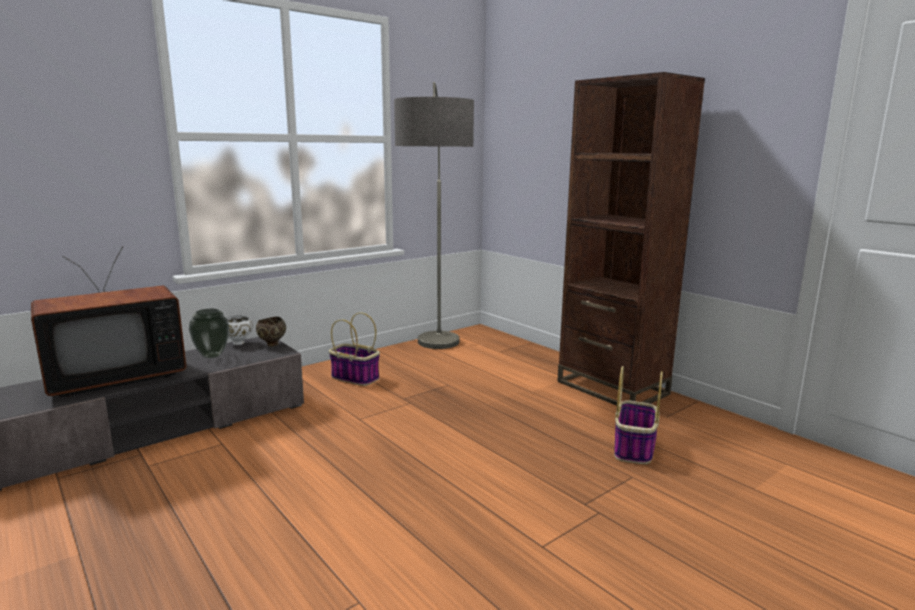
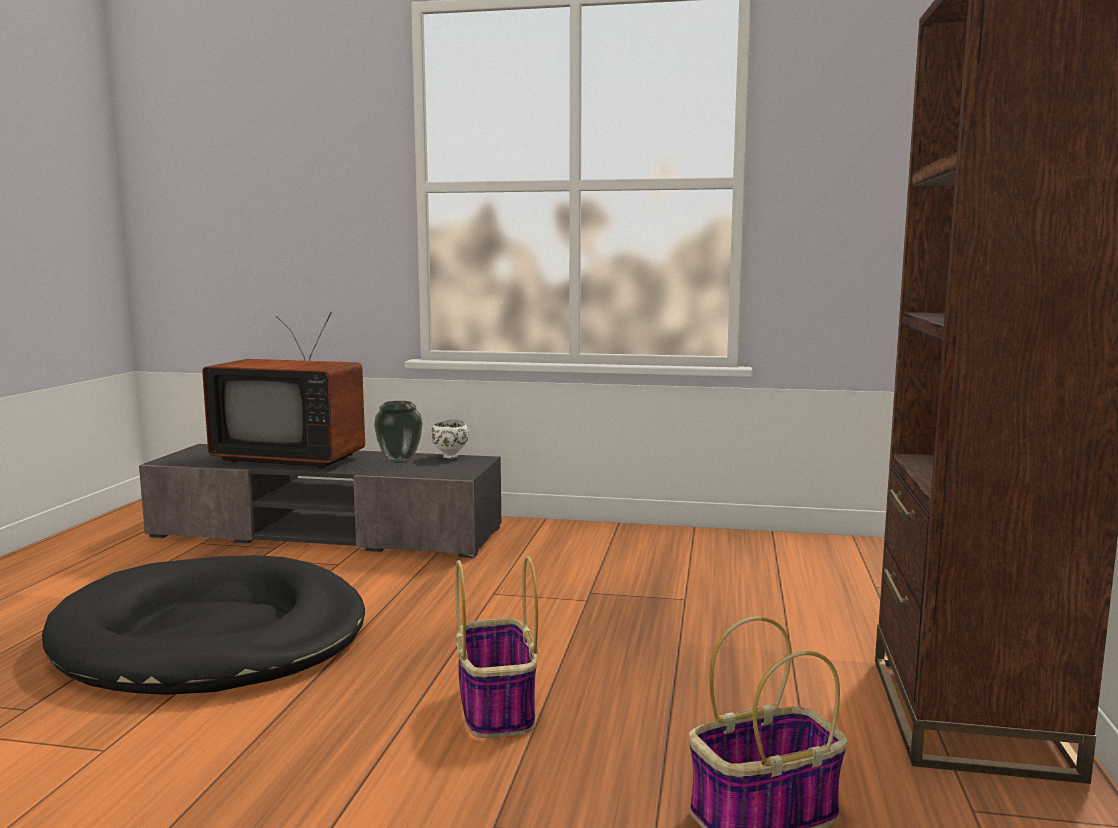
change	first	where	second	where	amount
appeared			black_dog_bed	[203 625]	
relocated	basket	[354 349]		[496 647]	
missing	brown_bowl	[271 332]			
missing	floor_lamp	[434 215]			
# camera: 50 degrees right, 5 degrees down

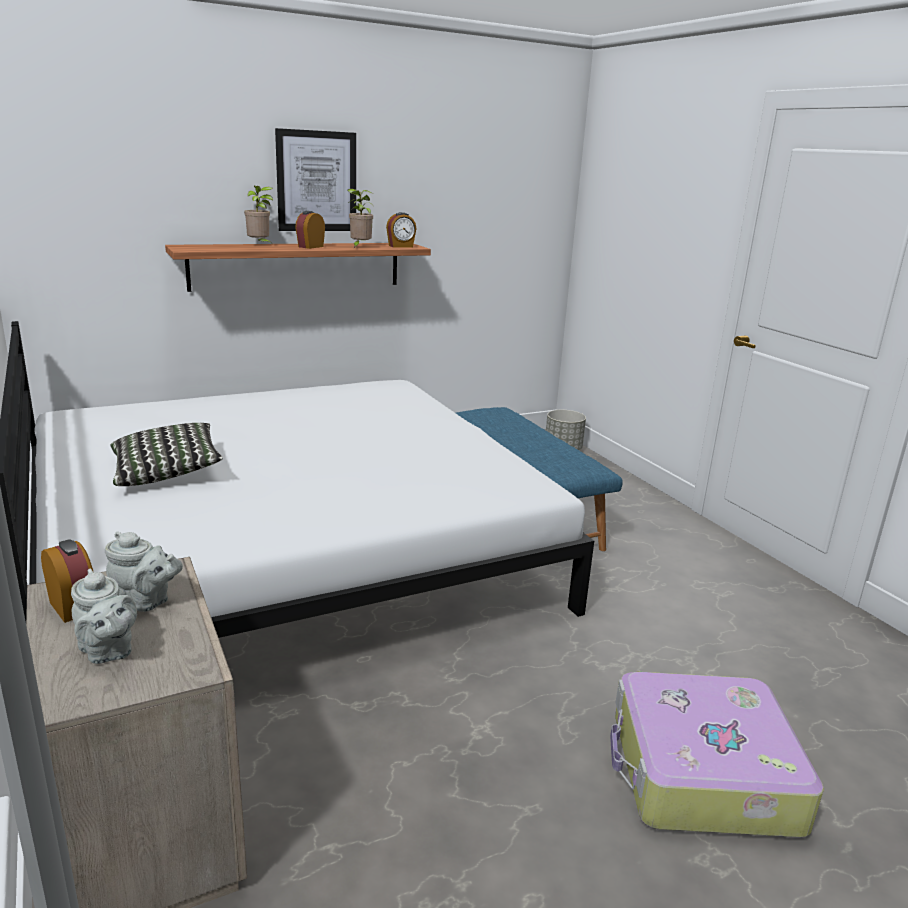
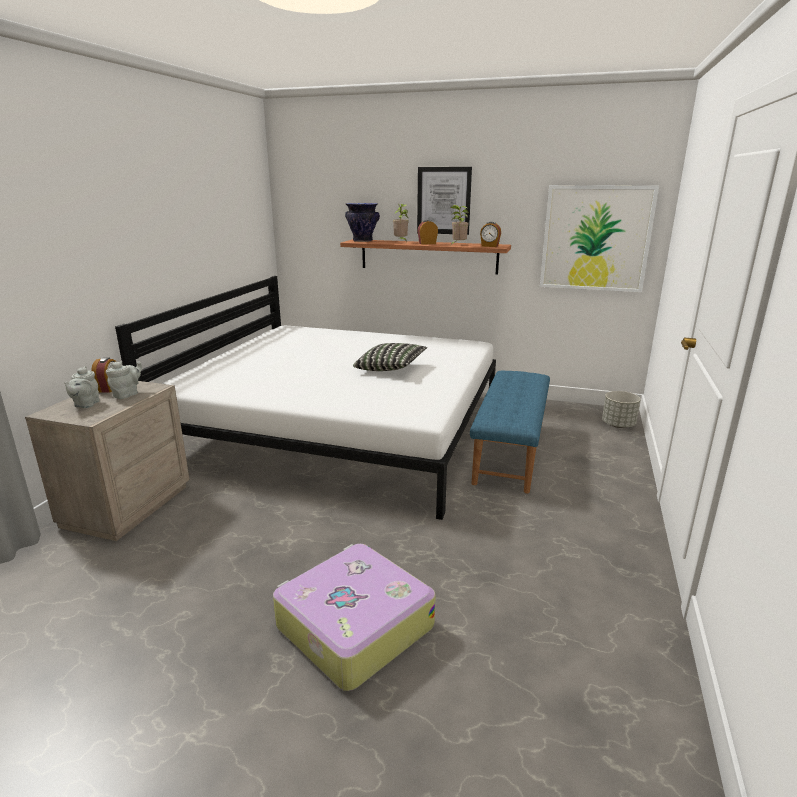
change	first	where	second	where	amount
spun	grey_teapot	[144 572]		[124 380]	120 degrees counterclockwise
appeared			vase	[362 222]	
relocated	pillow	[166 454]		[390 357]	
appeared			picture	[599 238]	
# camera: 45 degrees right, 0 degrees up

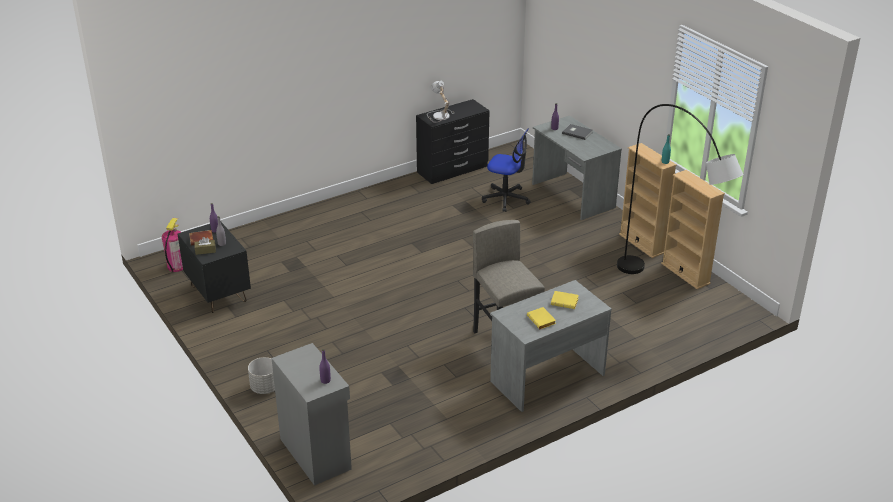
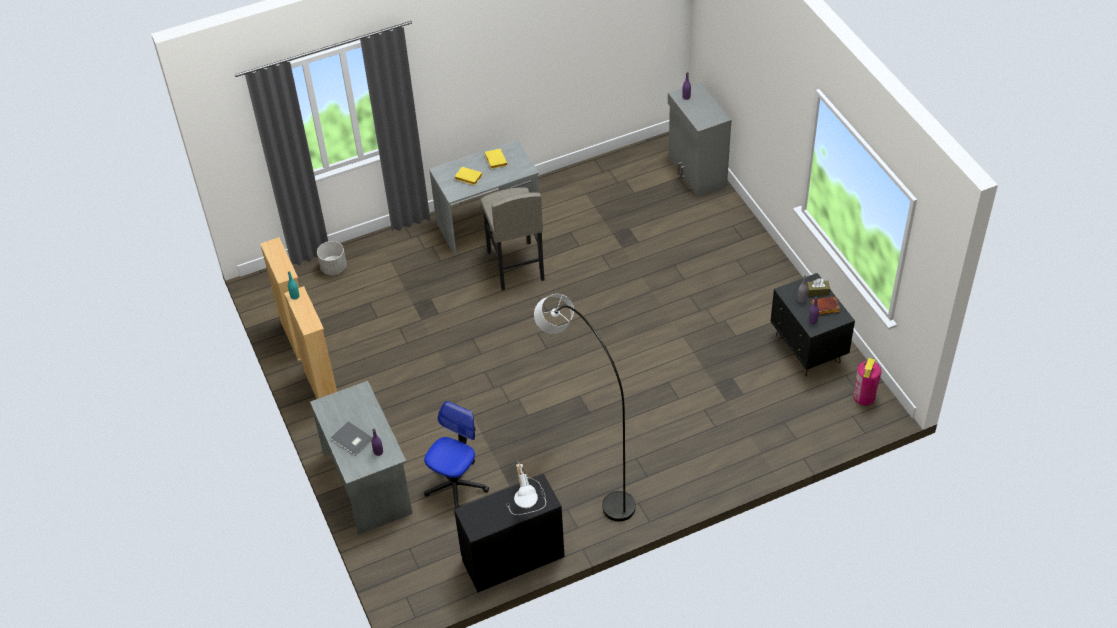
change	first	where	second	where	amount
relocated	grey_planter	[261 375]		[332 258]	
spun	office_chair	[506 169]		[456 455]	90 degrees clockwise
relocated	grey_floor_lamp	[680 189]		[585 407]	
# camera: 170 degrees left, 15 degrees up

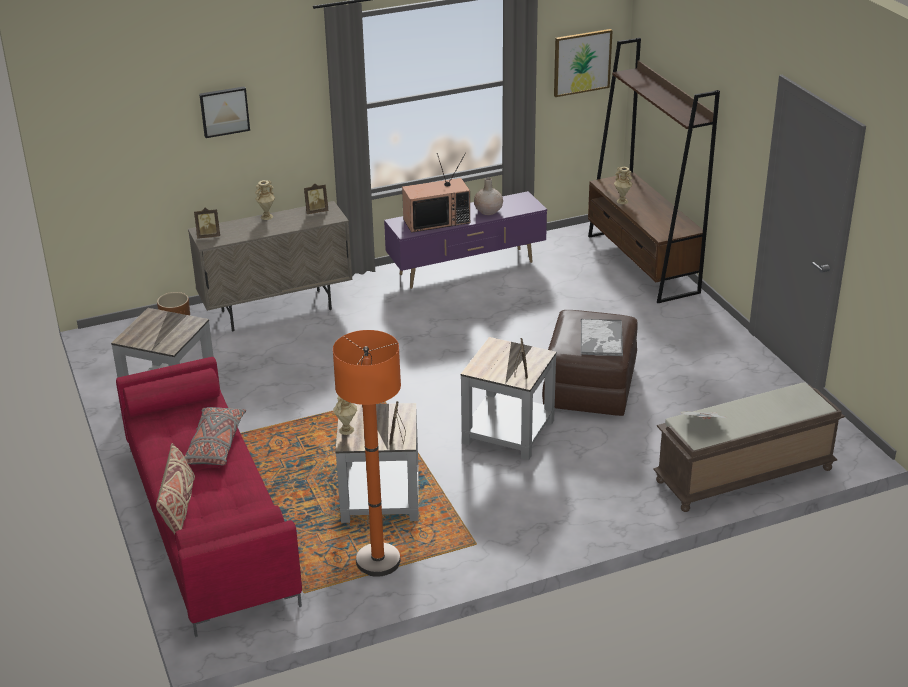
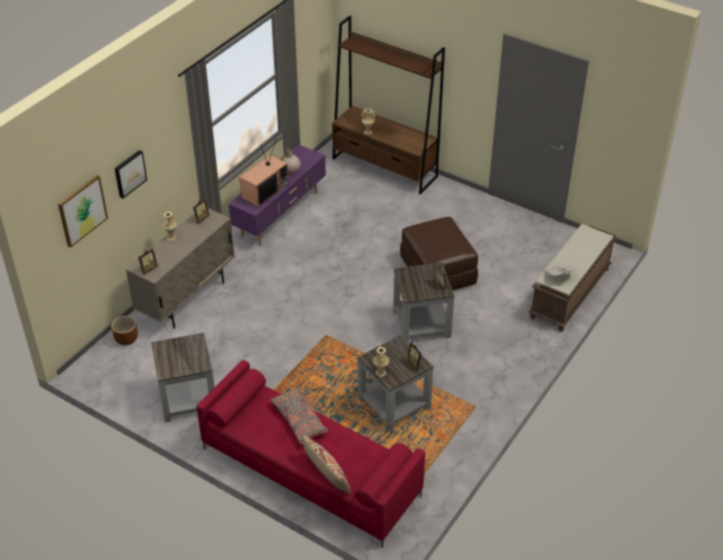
change	first	where	second	where	amount
relocated	picture	[583 63]		[83 211]	
missing	orange_floor_lamp	[367 453]			
missing	tray	[602 337]			
# camera: 35 degrees left, 10 degrees up

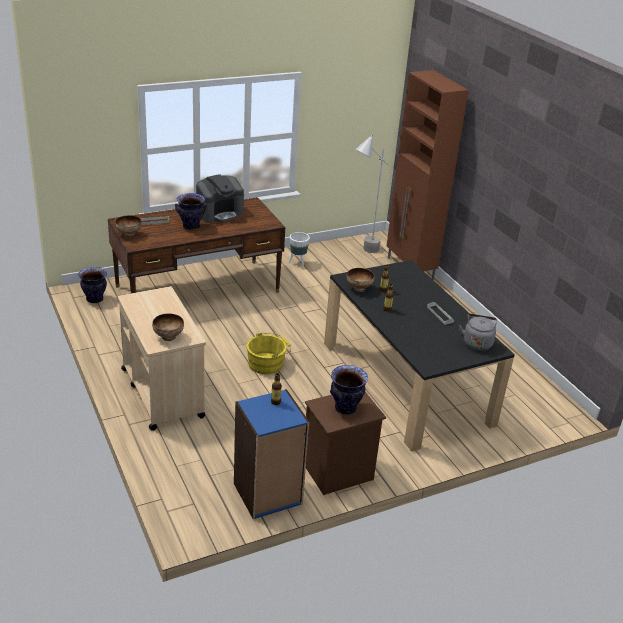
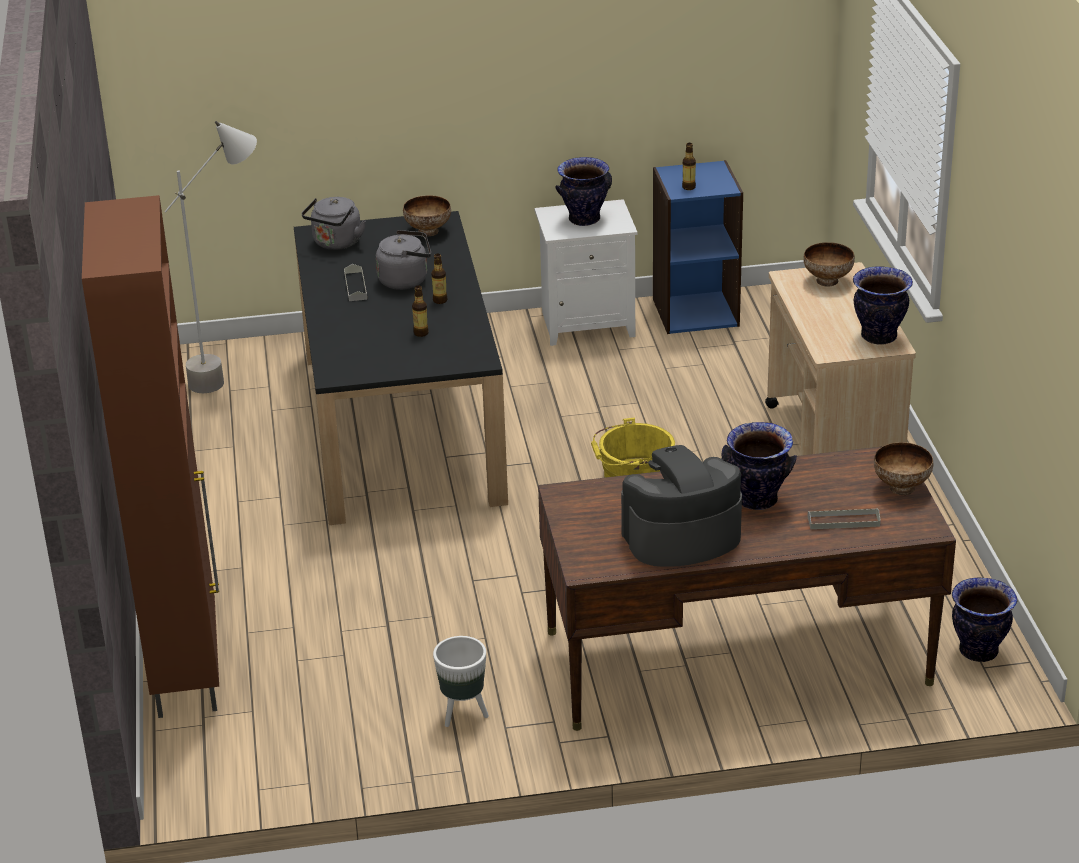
change	first	where	second	where	amount
relocated	grey_floor_lamp	[372 194]		[211 257]	
appeared			grey_kettle	[403 260]	
relocated	bowl	[360 280]		[427 215]	
colour	brown_nightstand	[345 443]	white_nightstand	[586 272]	
appeared			vase	[883 305]	
# camera: 160 degrees left, 0 degrees up

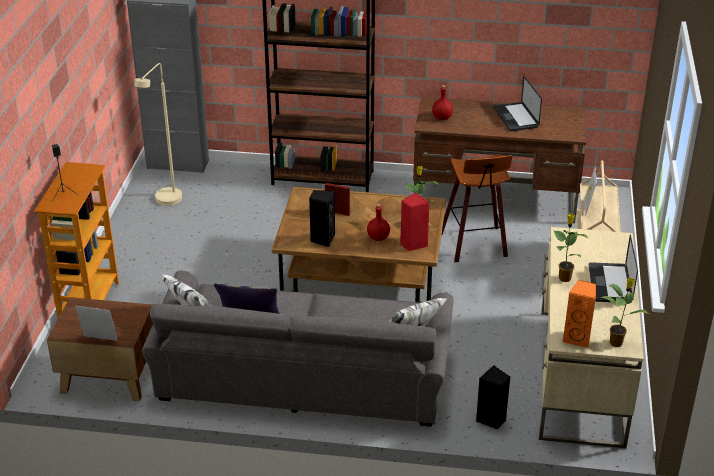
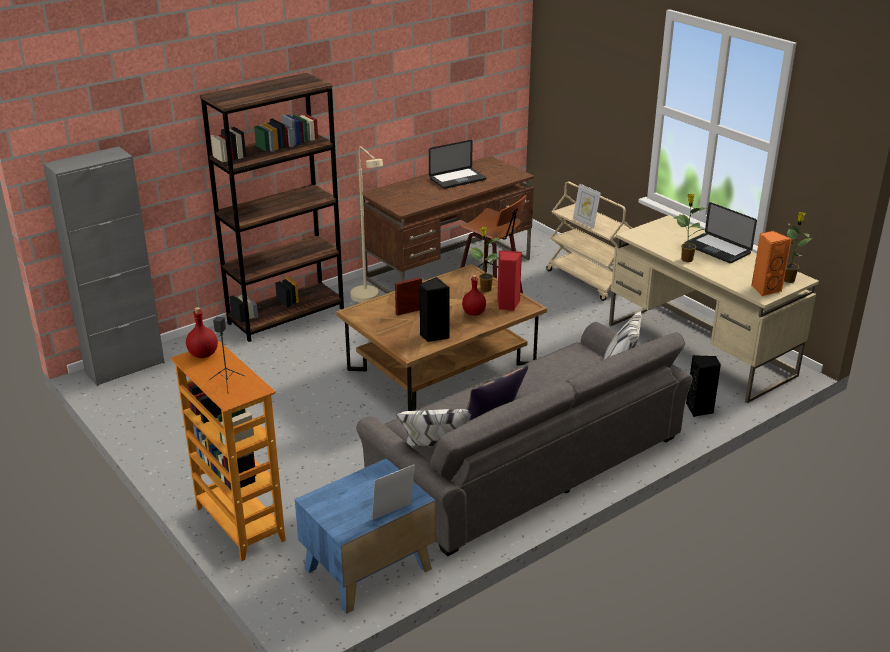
change	first	where	second	where	amount
relocated	red_bottle	[442 102]		[202 332]	
colour	brown_side_table	[100 349]	blue_side_table	[365 536]	
relocated	beige_floor_lamp	[158 134]		[367 224]	
spun	laptop	[517 103]		[458 164]	60 degrees counterclockwise
# camera: 45 degrees left, 5 degrees down

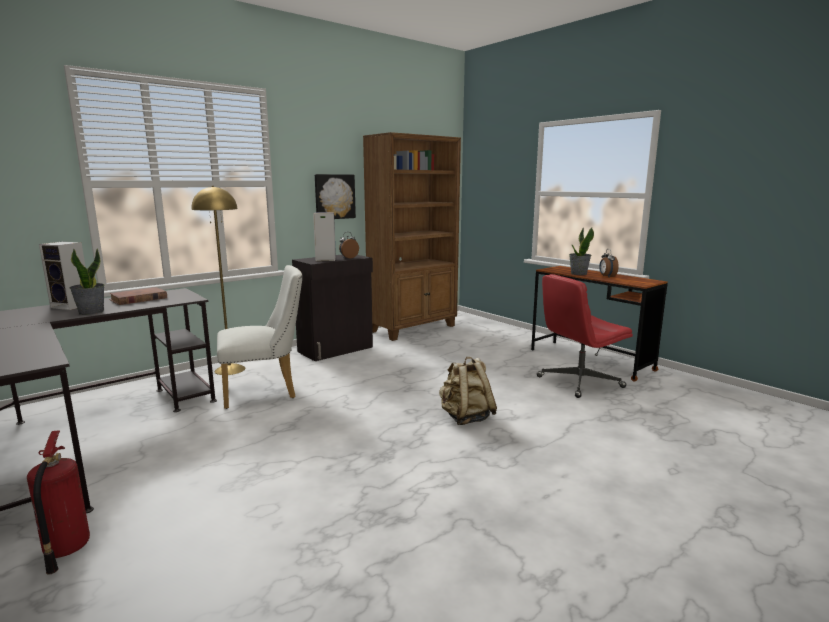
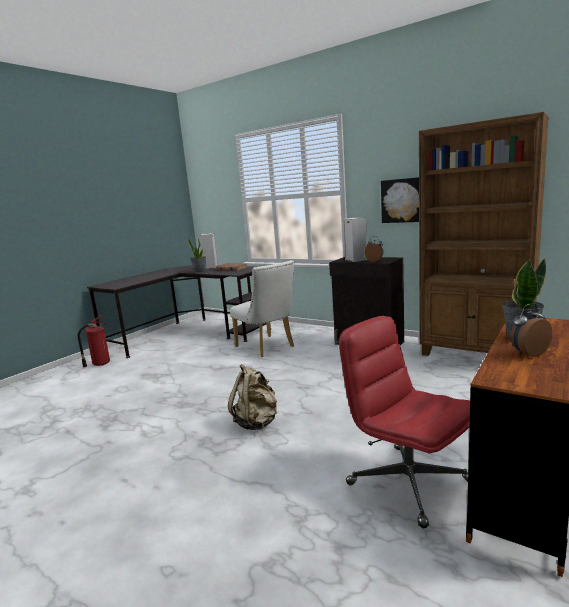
change	first	where	second	where	amount
missing	yellow_floor_lamp	[219 280]			
# camera: 75 degrees right, 0 degrees up

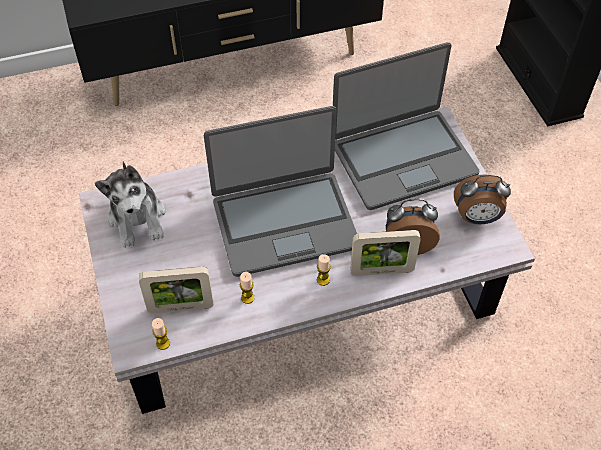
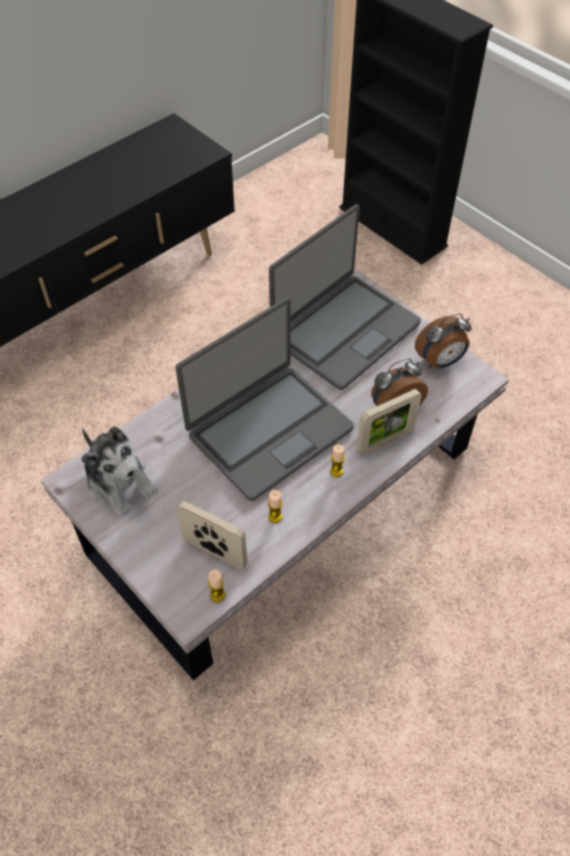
change	first	where	second	where	amount
spun	picture_frame	[176 290]		[212 535]	120 degrees counterclockwise
# camera: 25 degrees left, 0 degrees up

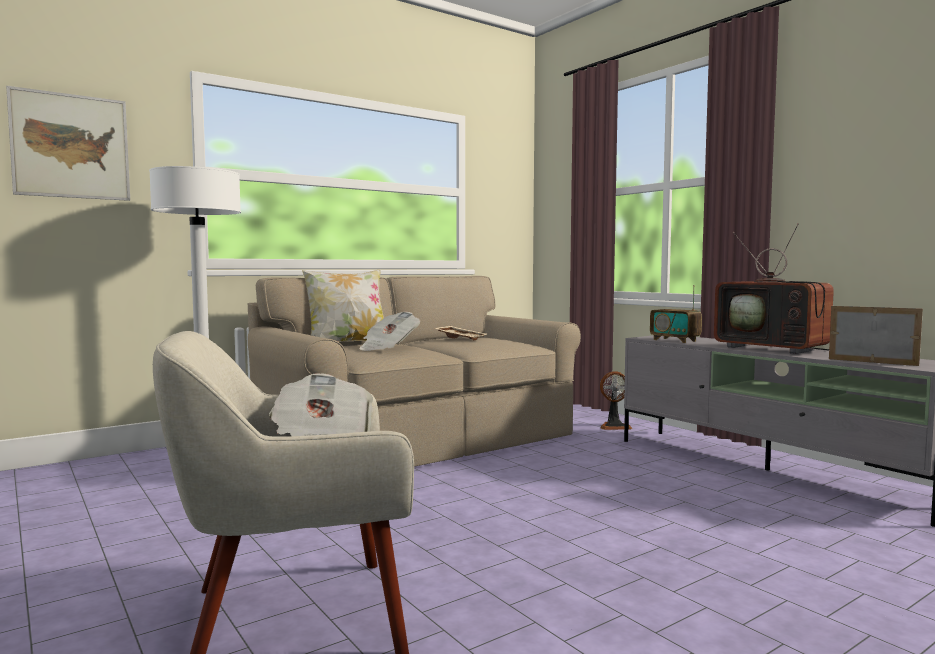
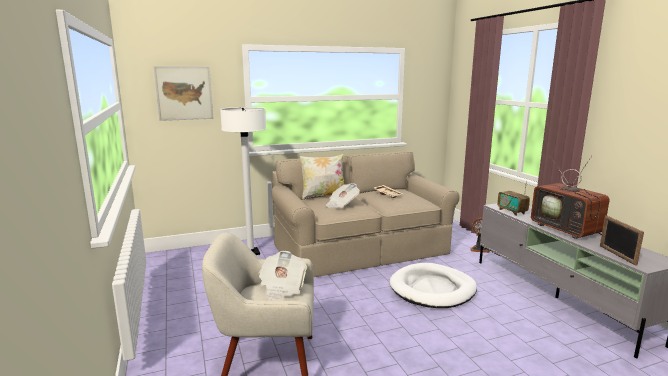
change	first	where	second	where	amount
appeared			white_dog_bed	[433 285]	
spun	picture_frame	[876 336]		[622 241]	150 degrees counterclockwise
# camera: 15 degrees right, 10 degrees up

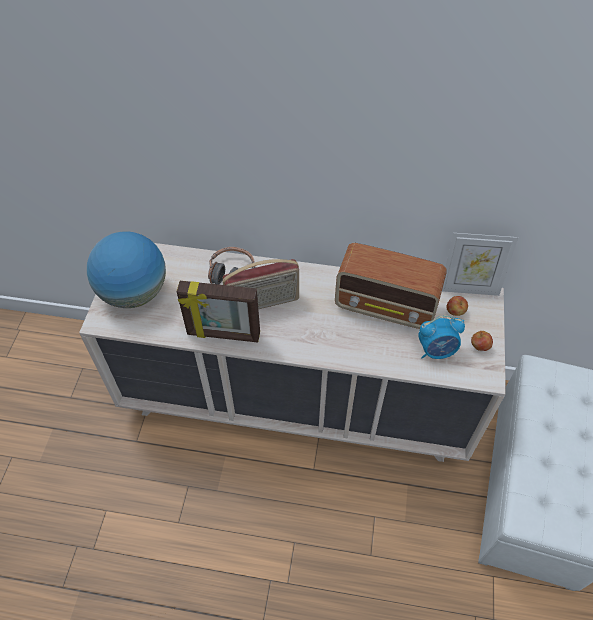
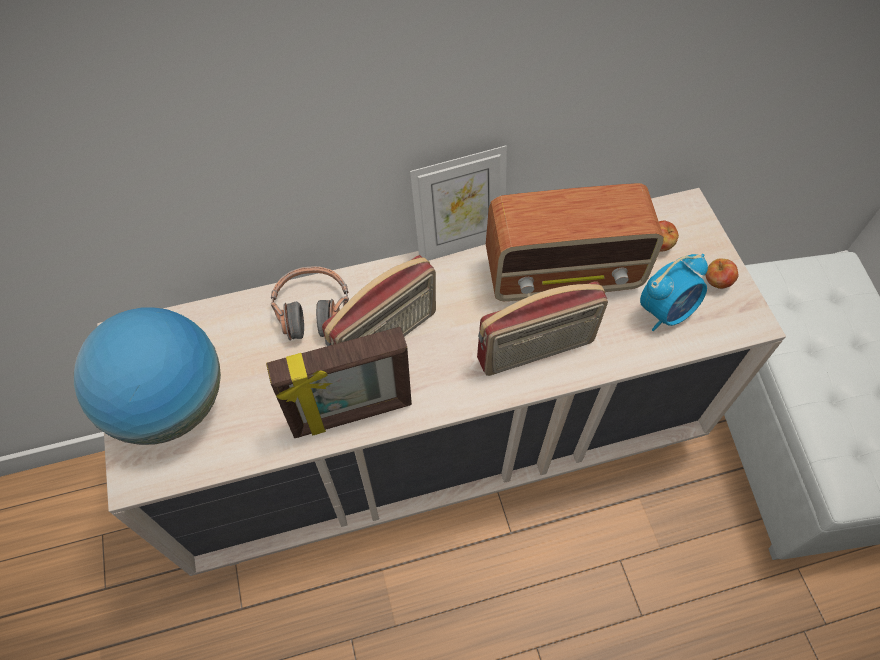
change	first	where	second	where	amount
relocated	picture_frame	[480 264]		[458 203]	
appeared			radio	[542 328]	
# camera: 25 degrees left, 5 degrees up

